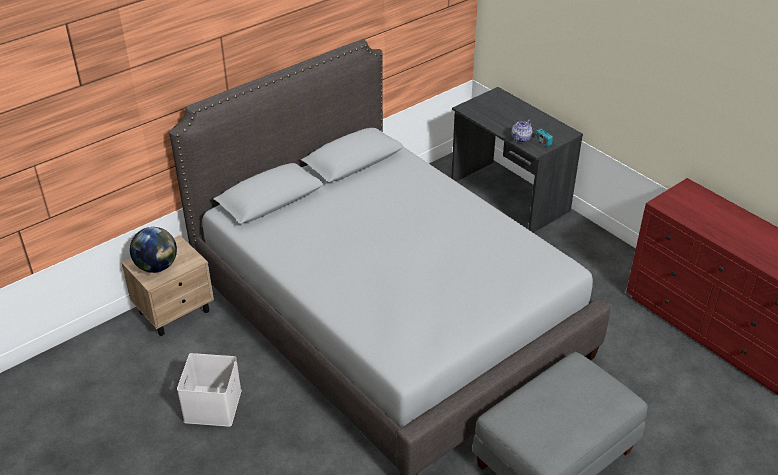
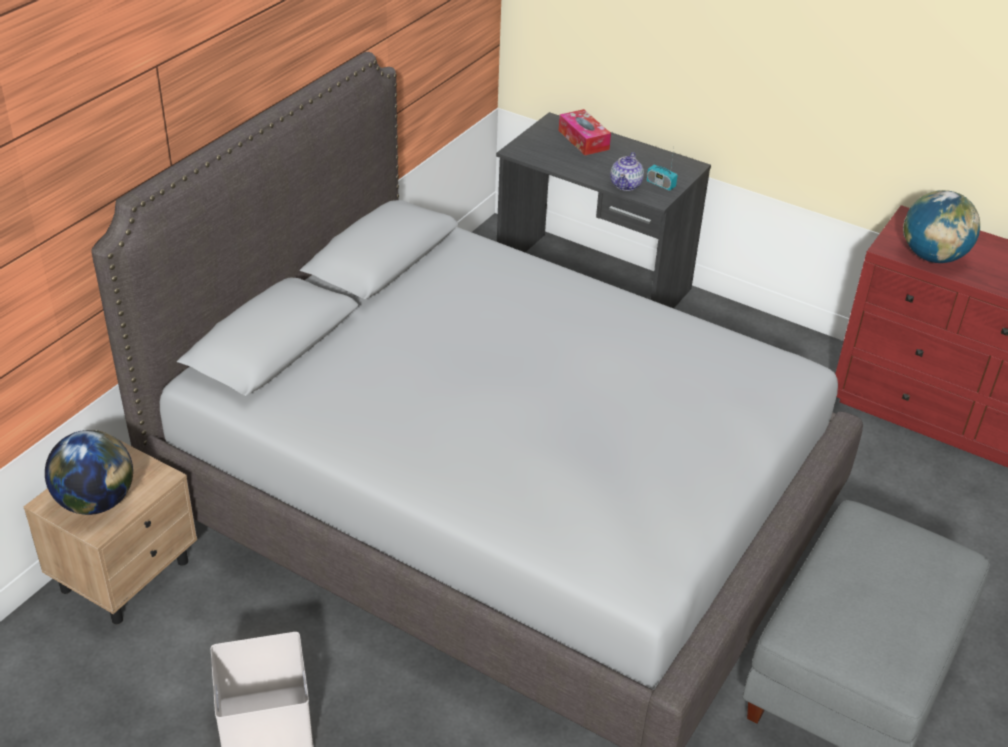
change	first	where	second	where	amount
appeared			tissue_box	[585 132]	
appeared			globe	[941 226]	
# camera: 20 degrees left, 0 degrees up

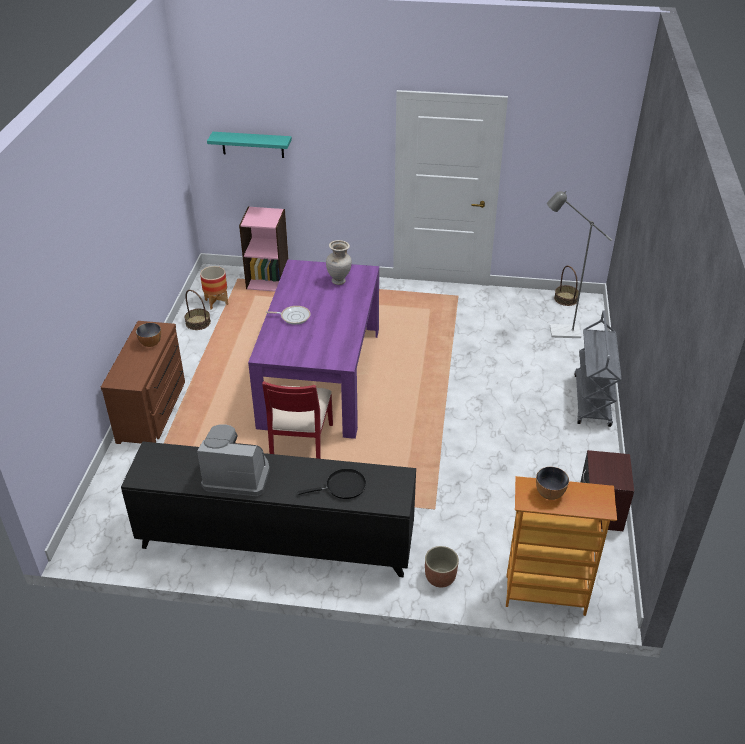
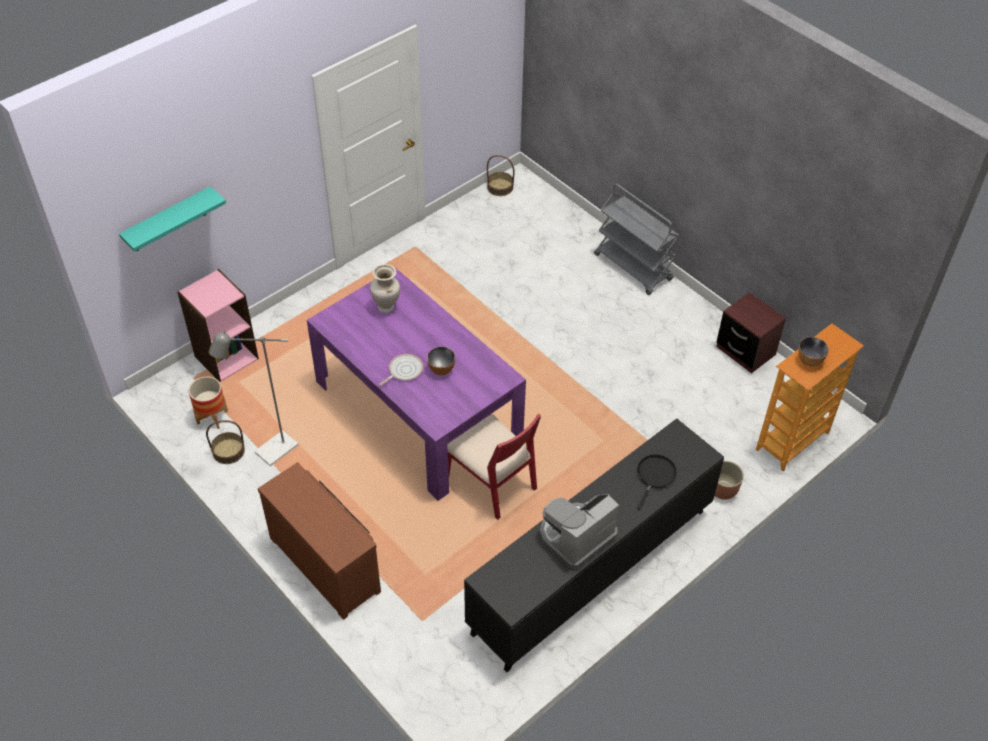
change	first	where	second	where	amount
relocated	grey_floor_lamp	[579 264]		[254 398]	
relocated	bowl	[148 335]		[441 361]	
# camera: 50 degrees left, 10 degrees up

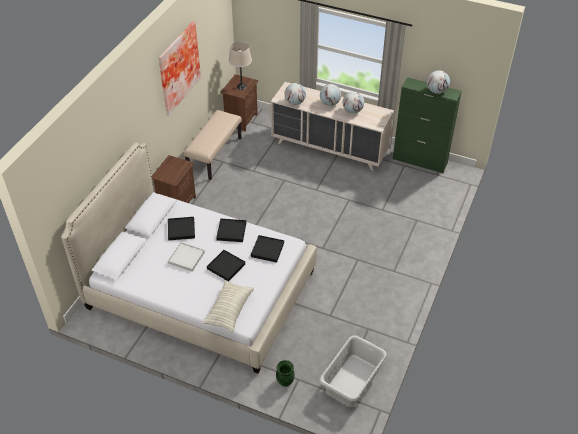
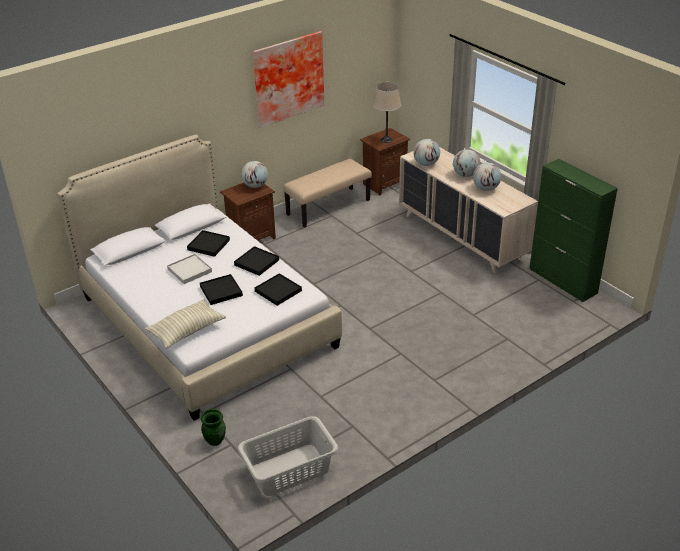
change	first	where	second	where	amount
relocated	globe	[438 82]		[254 174]	
# camera: 30 degrees right, 10 degrees down

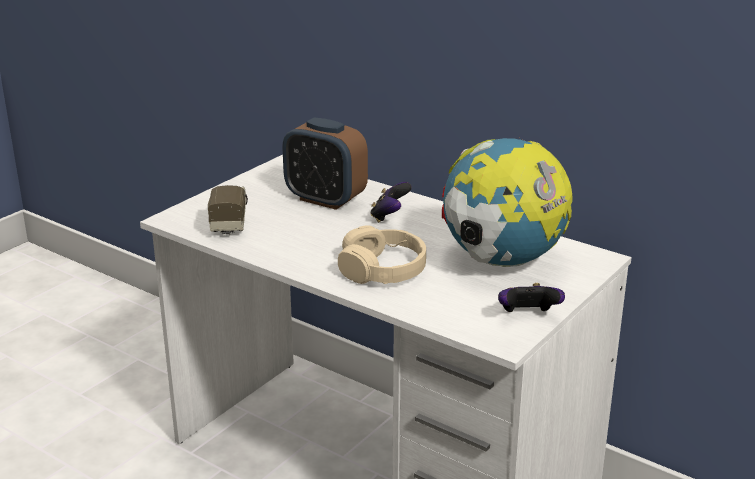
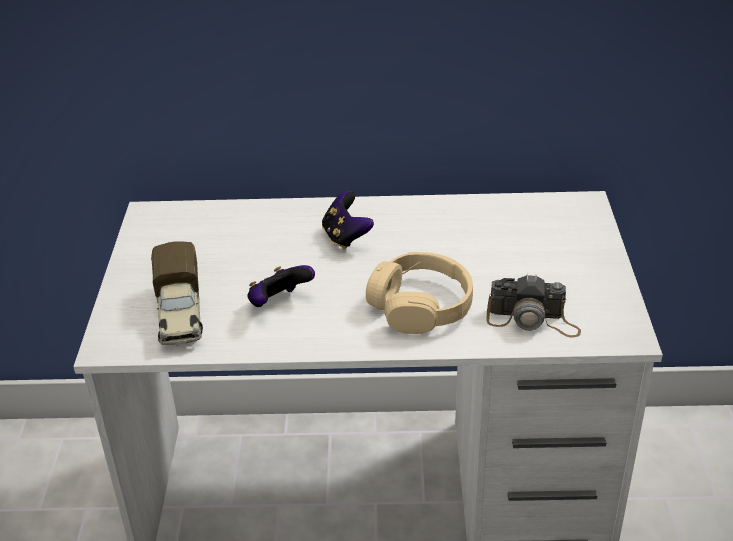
change	first	where	second	where	amount
spun	toy_truck	[228 210]		[177 293]	150 degrees counterclockwise
relocated	game_controller	[531 297]		[281 286]	
appeared			photo_camera	[533 306]	
missing	alarm_clock	[325 164]			
missing	globe	[507 202]			
# camera: 35 degrees left, 10 degrees up

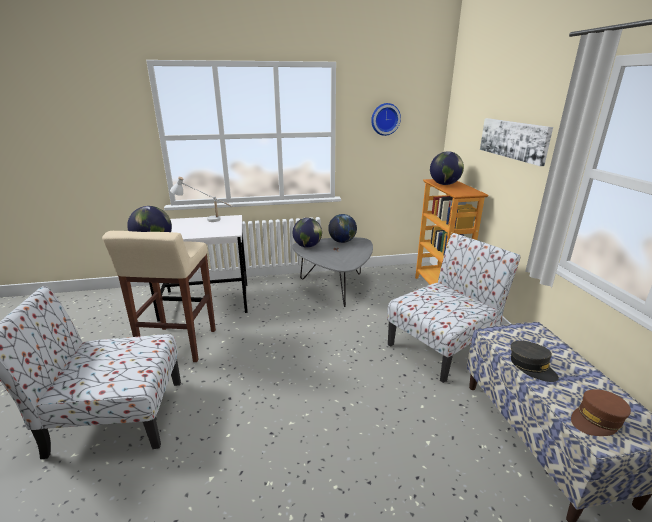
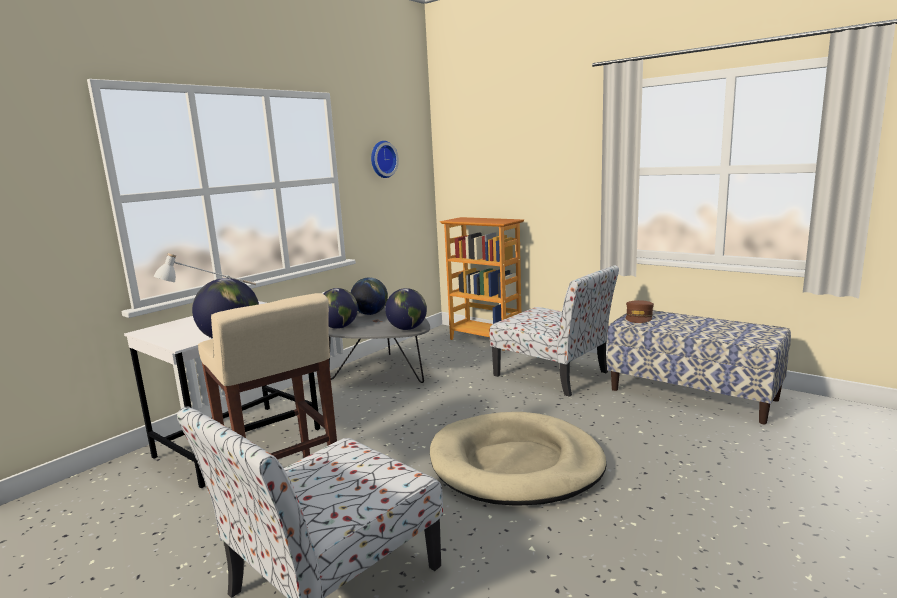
change	first	where	second	where	amount
relocated	globe	[447 168]		[406 309]	
appeared			beige_dog_bed	[518 459]	
spun	chair	[454 308]		[554 331]	120 degrees clockwise
relocated	brown_cap	[601 412]		[640 311]	
missing	picture	[516 142]			
missing	grey_cap	[535 361]			
# camera: 40 degrees left, 10 degrees down

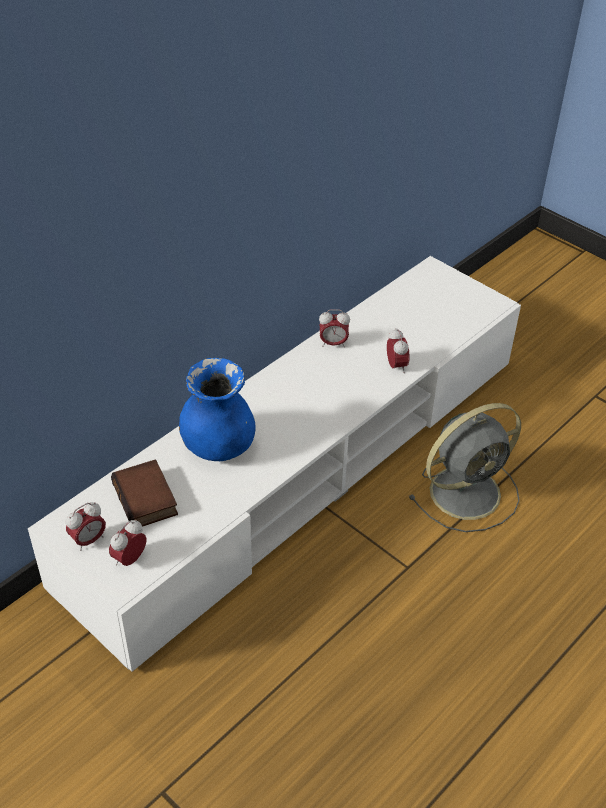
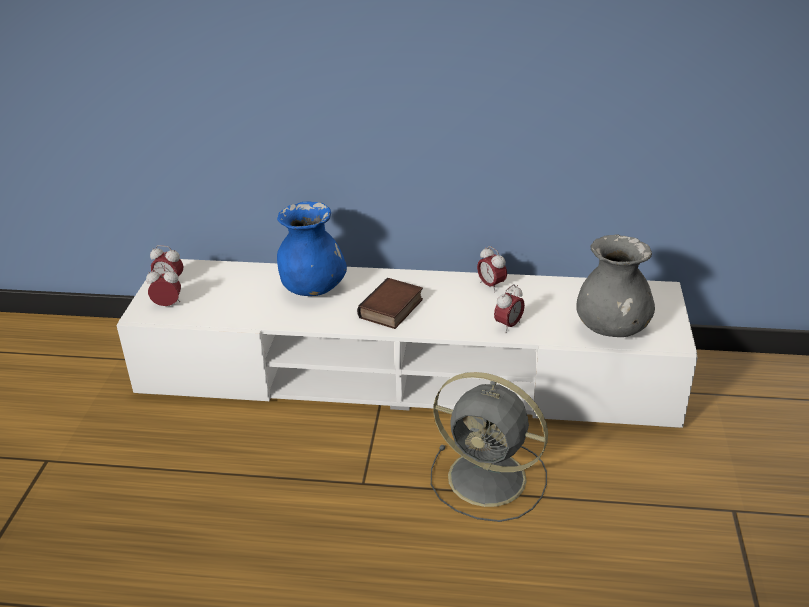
change	first	where	second	where	amount
relocated	book	[144 493]		[390 303]	
appeared			grey_vase	[615 286]	
# camera: 55 degrees right, 10 degrees down

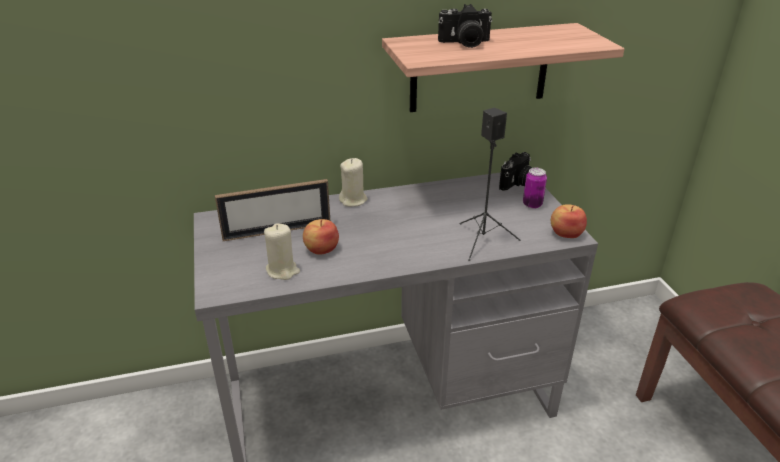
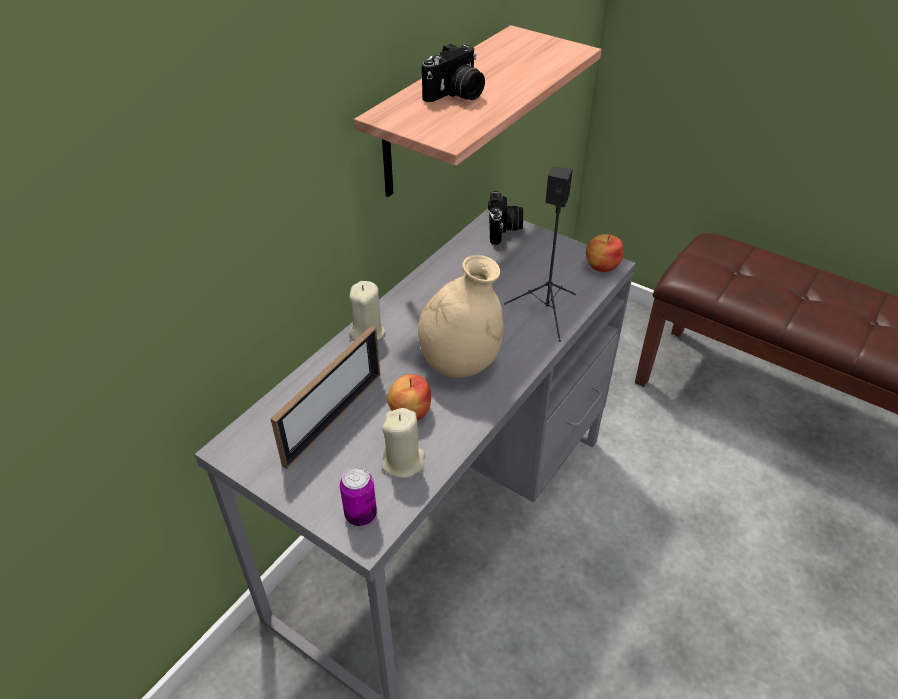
change	first	where	second	where	amount
relocated	can	[535 188]		[358 496]	
appeared			beige_vase	[461 316]	
# camera: 40 degrees left, 10 degrees up

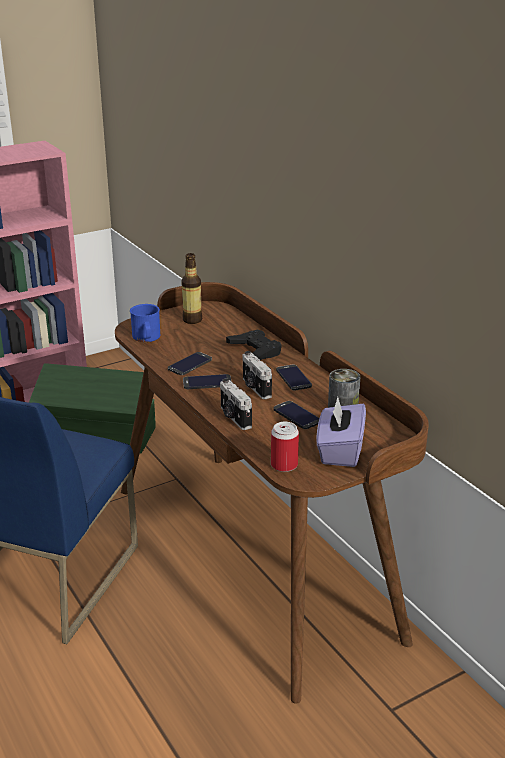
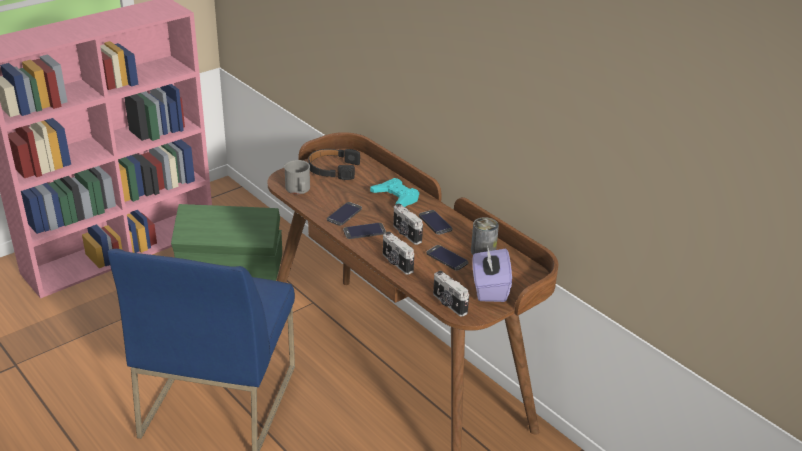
change	first	where	second	where	amount
colour	blue_mug	[145 323]	grey_mug	[297 177]	
exchanged	bottle	[191 288]	black_headphones	[334 164]	
colour	black_game_controller	[253 345]	turquoise_game_controller	[394 192]	
exchanged	can	[285 447]	photo_camera	[451 294]	
# camera: 10 degrees left, 5 degrees up

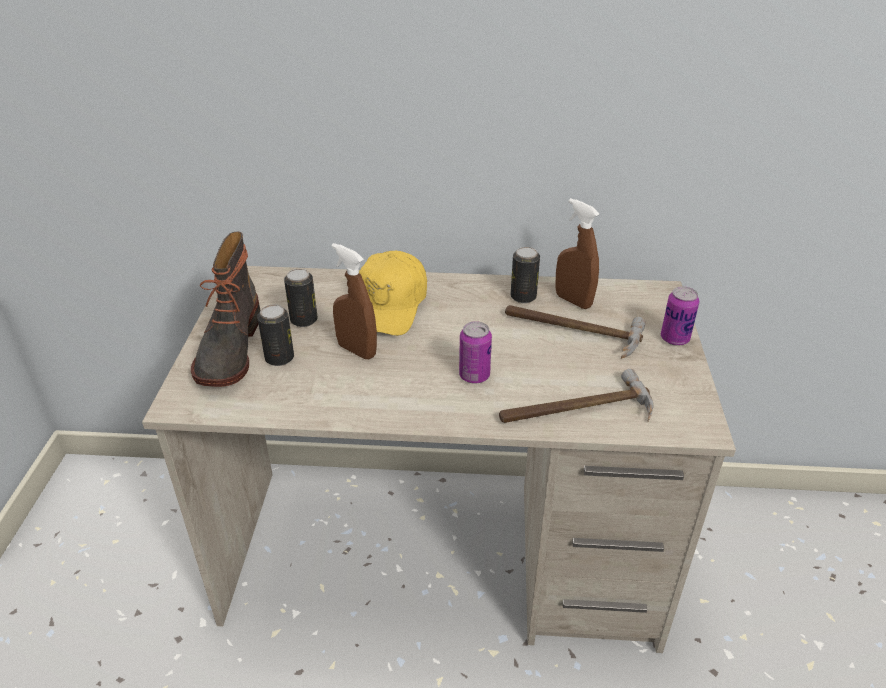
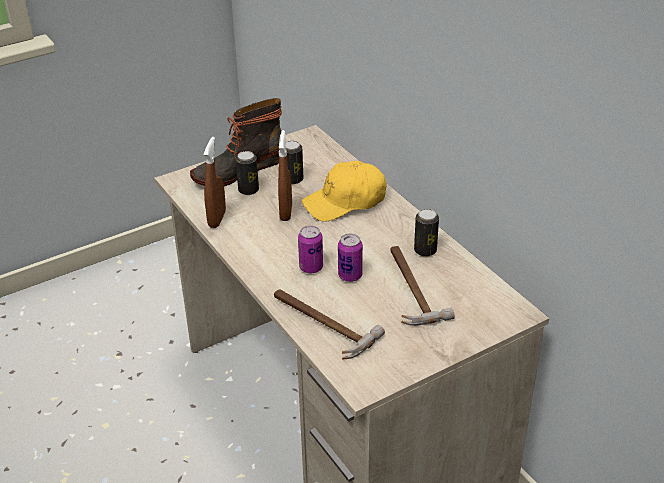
change	first	where	second	where	amount
relocated	brown_spray_bottle	[577 253]		[214 182]	
relocated	can	[680 316]		[350 258]	
# camera: 55 degrees right, 0 degrees up

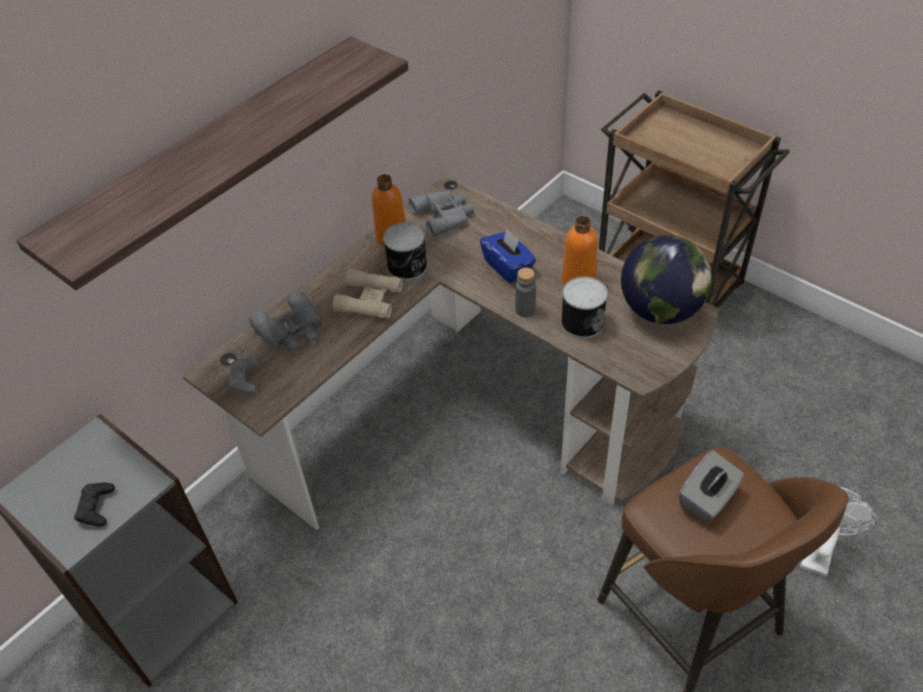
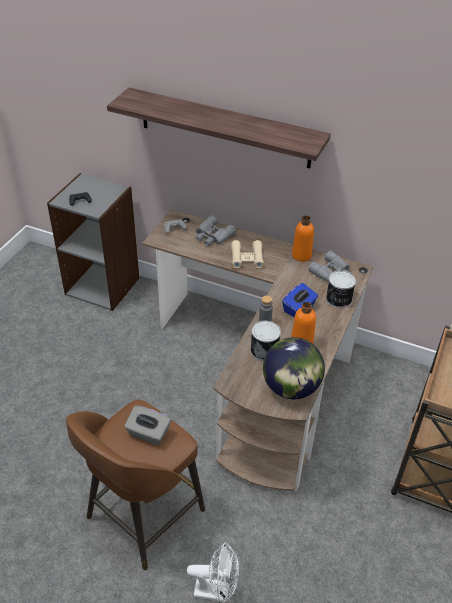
change	first	where	second	where	amount
relocated	can	[405 251]		[341 289]	
# camera: 70 degrees right, 5 degrees down

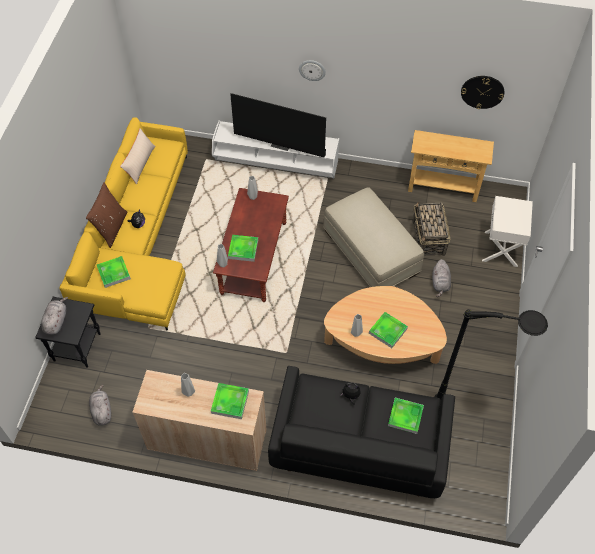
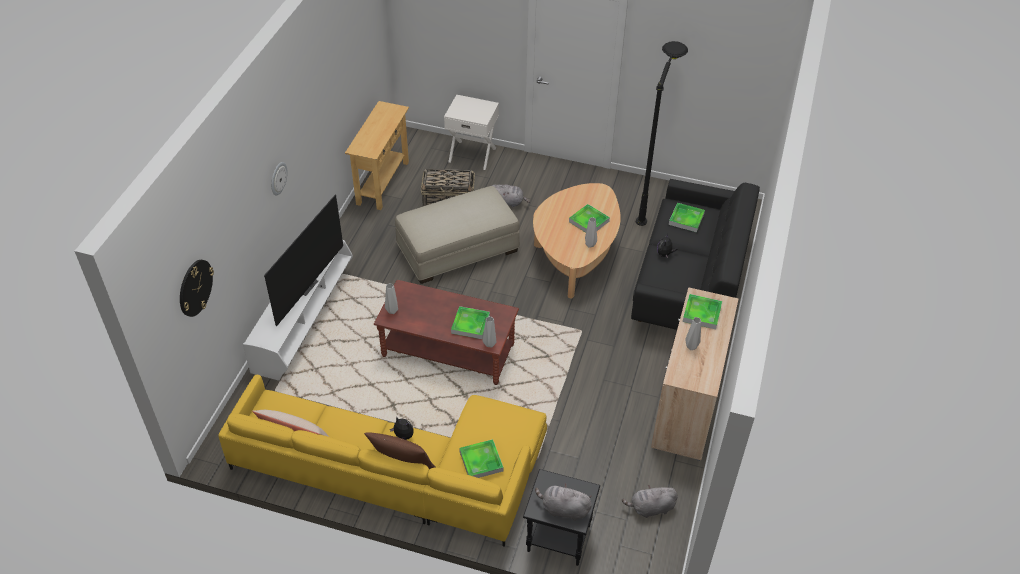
change	first	where	second	where	amount
relocated	wall_clock	[482 92]		[197 288]	
# camera: 85 degrees left, 10 degrees down

